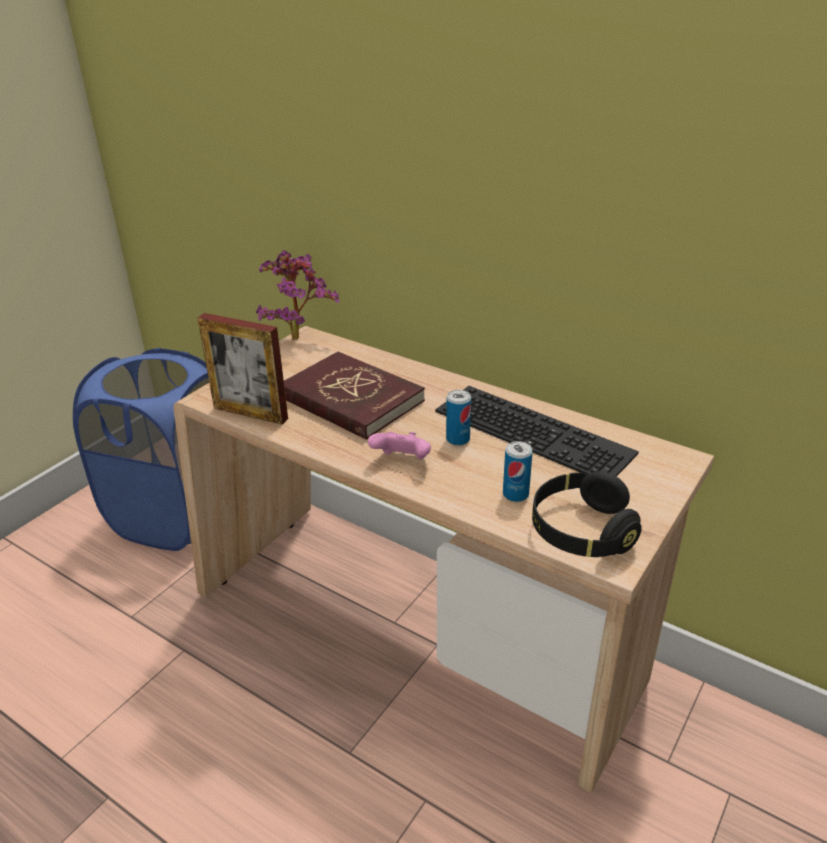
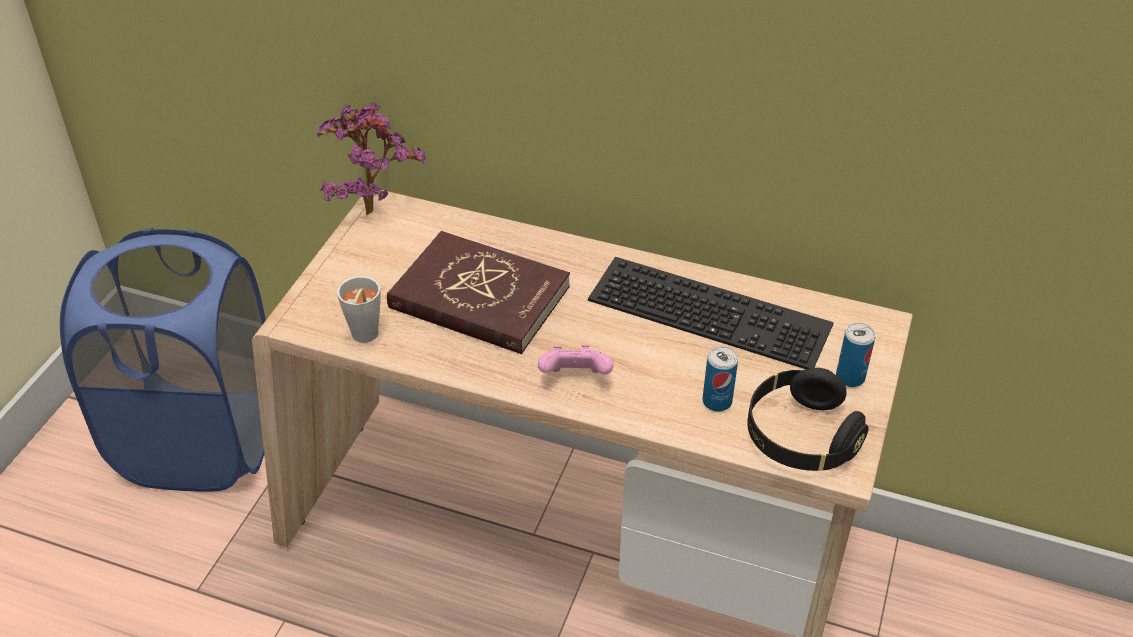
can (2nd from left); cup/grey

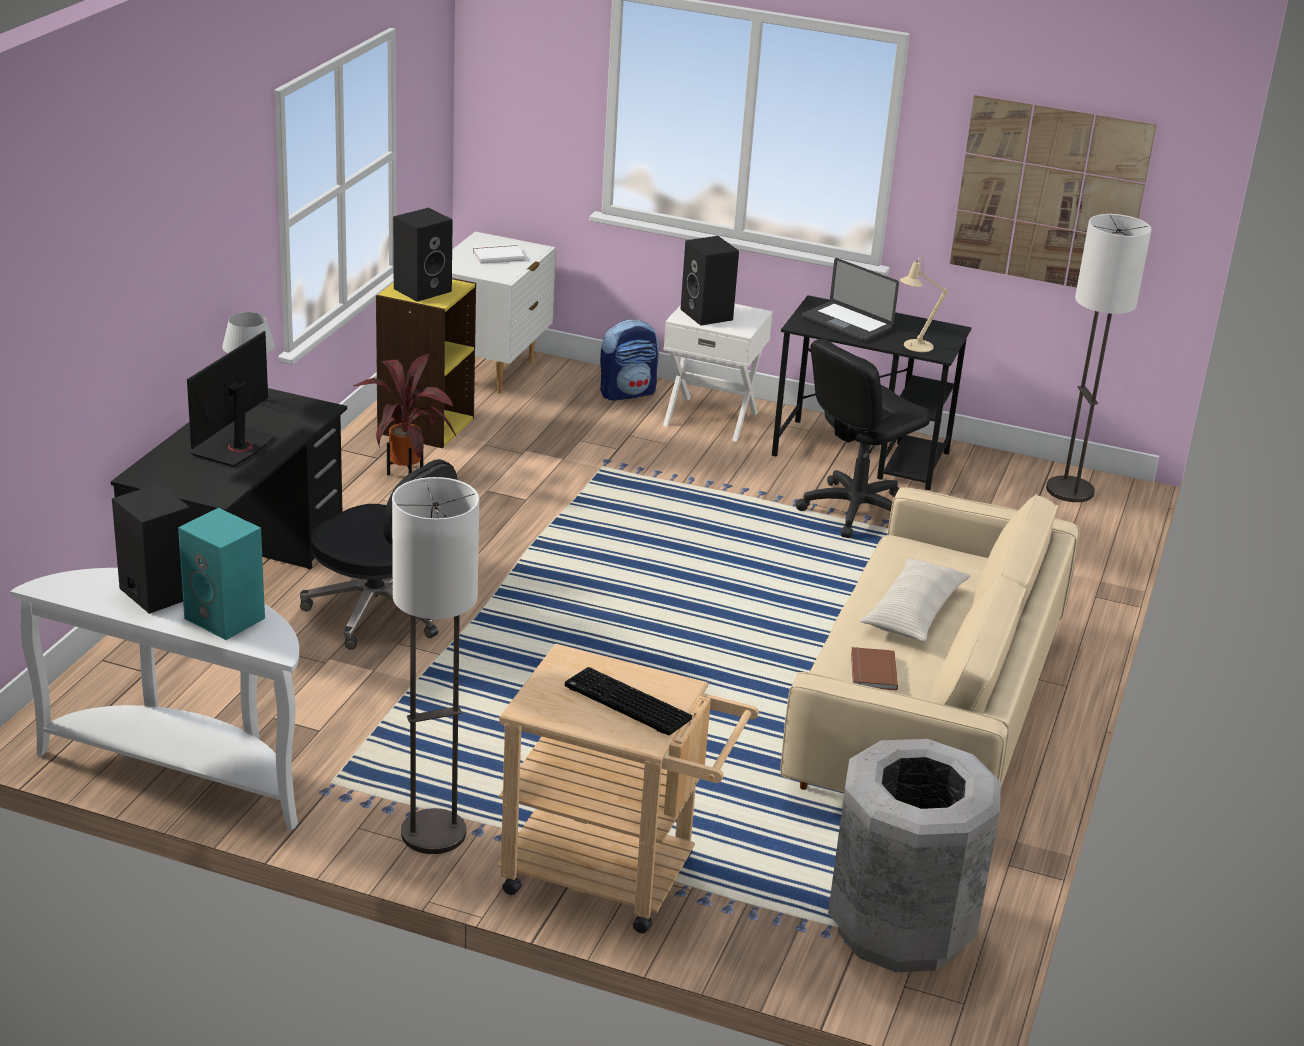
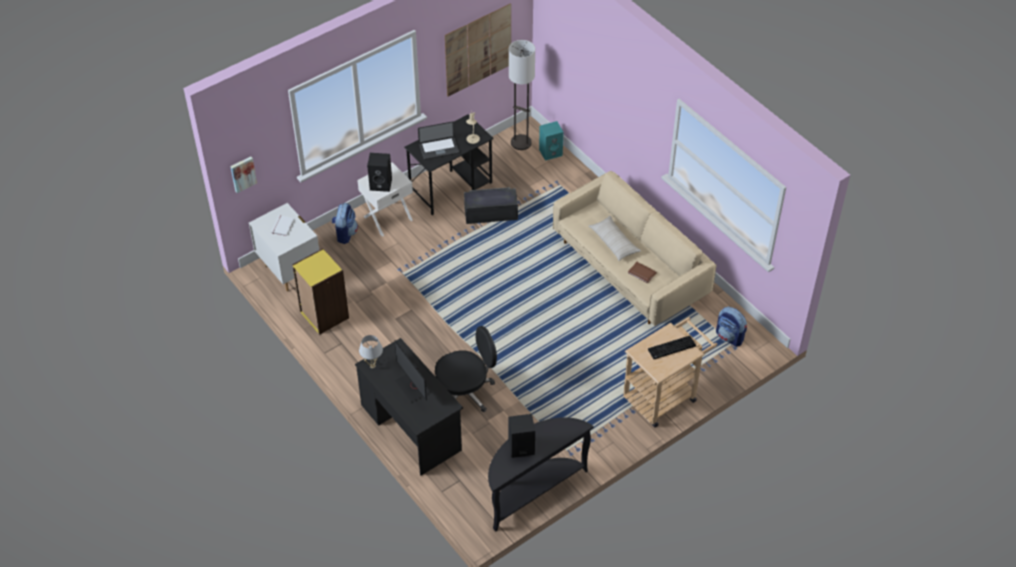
potted plant; floor lamp (1st from left in the first image); speaker/black (2nd from left in the first image); picture (1st from left); speaker/turquoise; storage box/black; backpack (2nd from left); console table/black

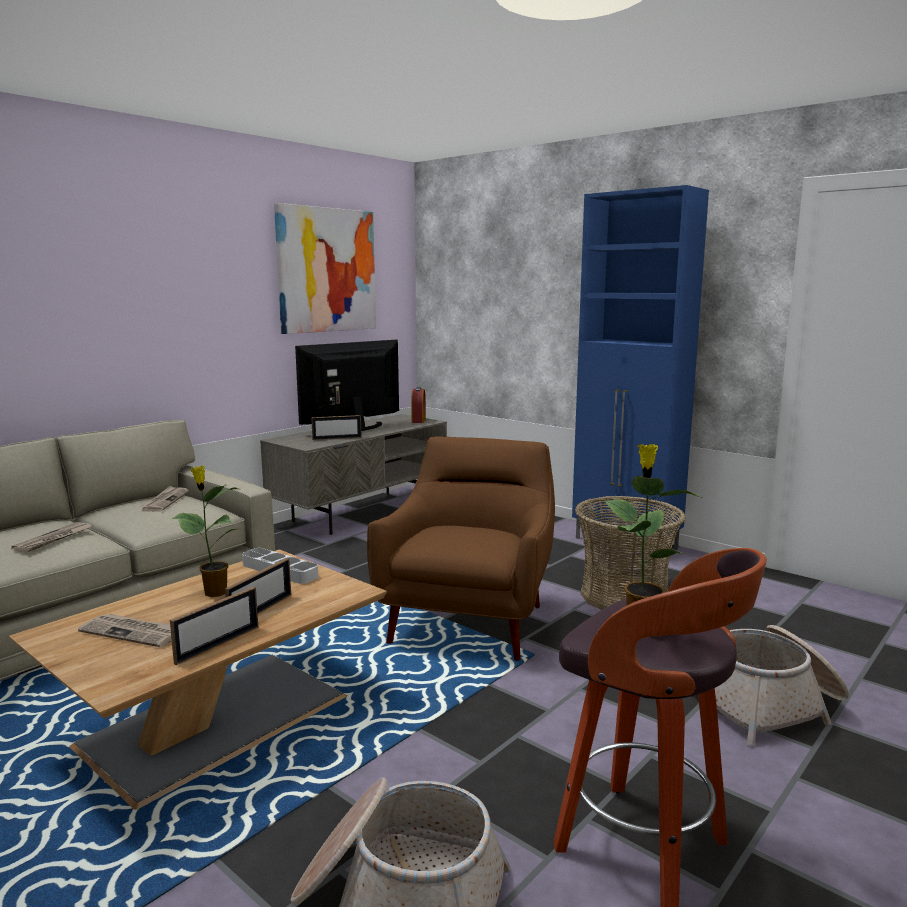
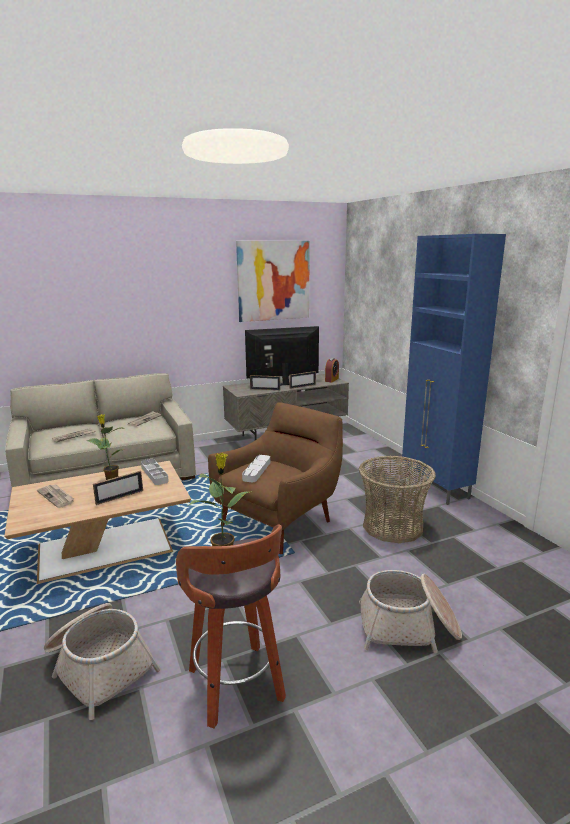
tray/grey (2nd from left); picture frame (3rd from left)

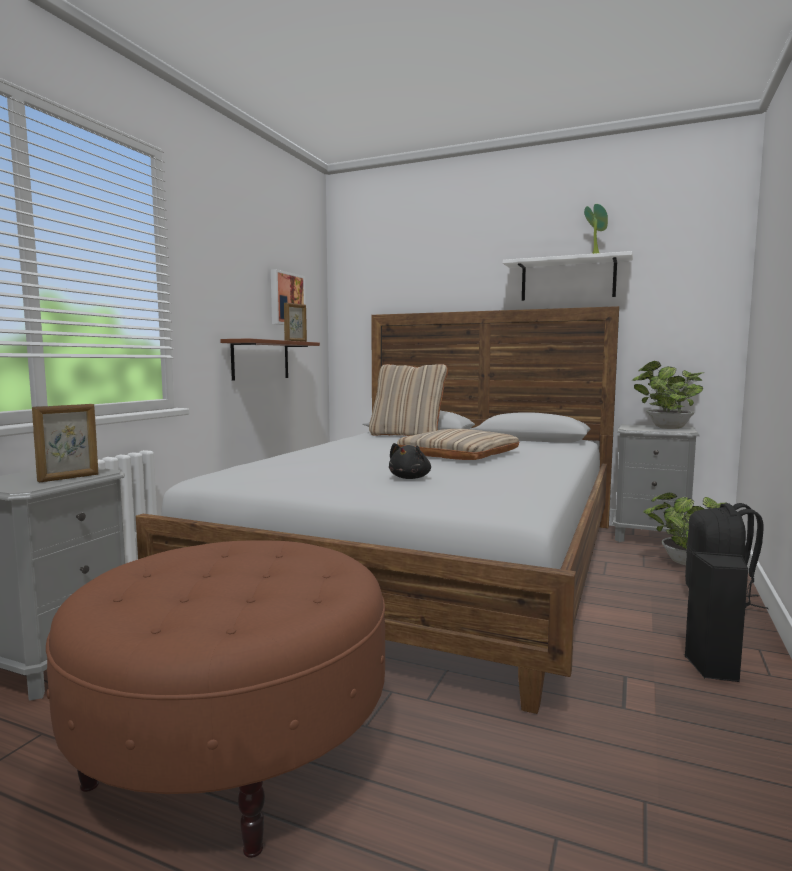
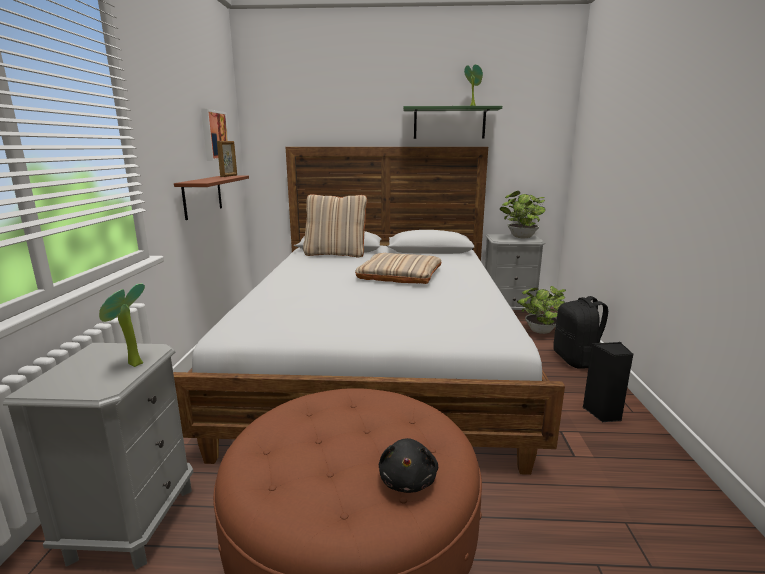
plush toy/black; potted plant (1st from left); shelf/green

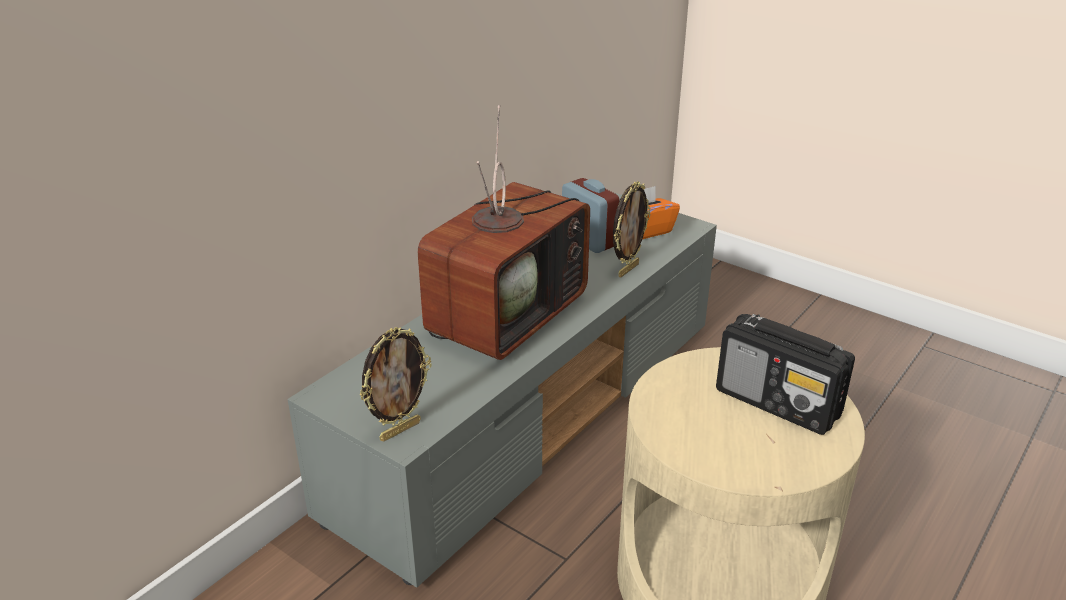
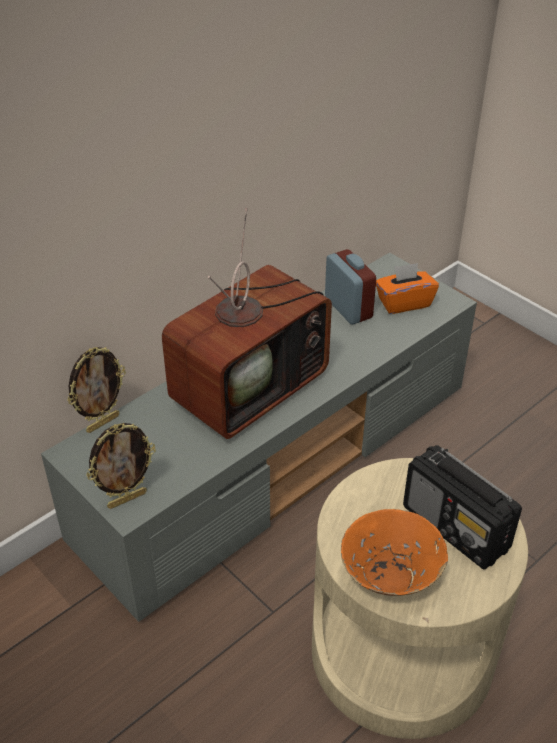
bowl/orange; picture frame (1st from left)

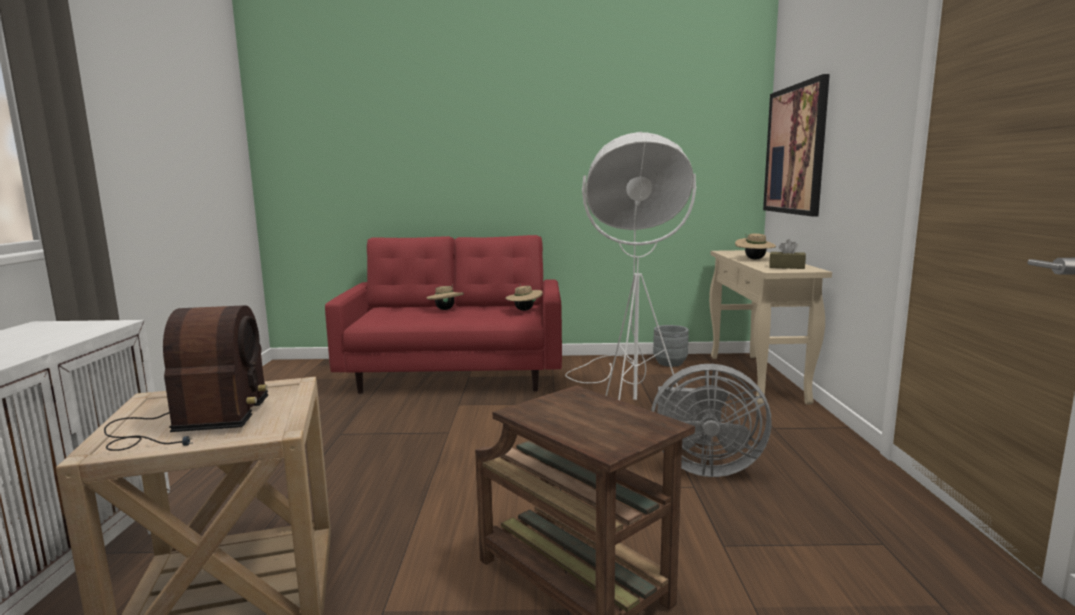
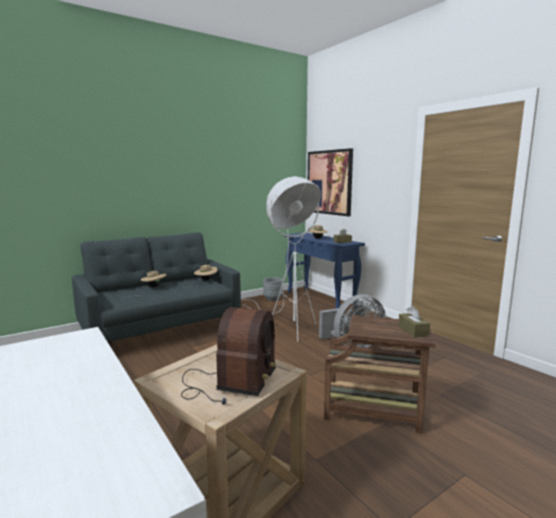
tissue box/brown (2nd from left); sofa/grey; console table/blue; radio

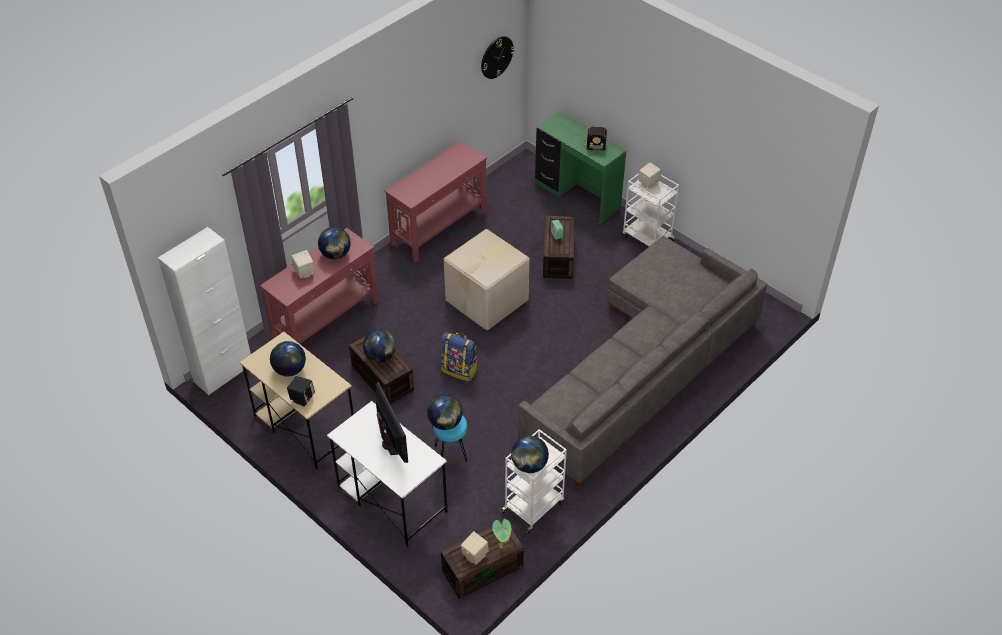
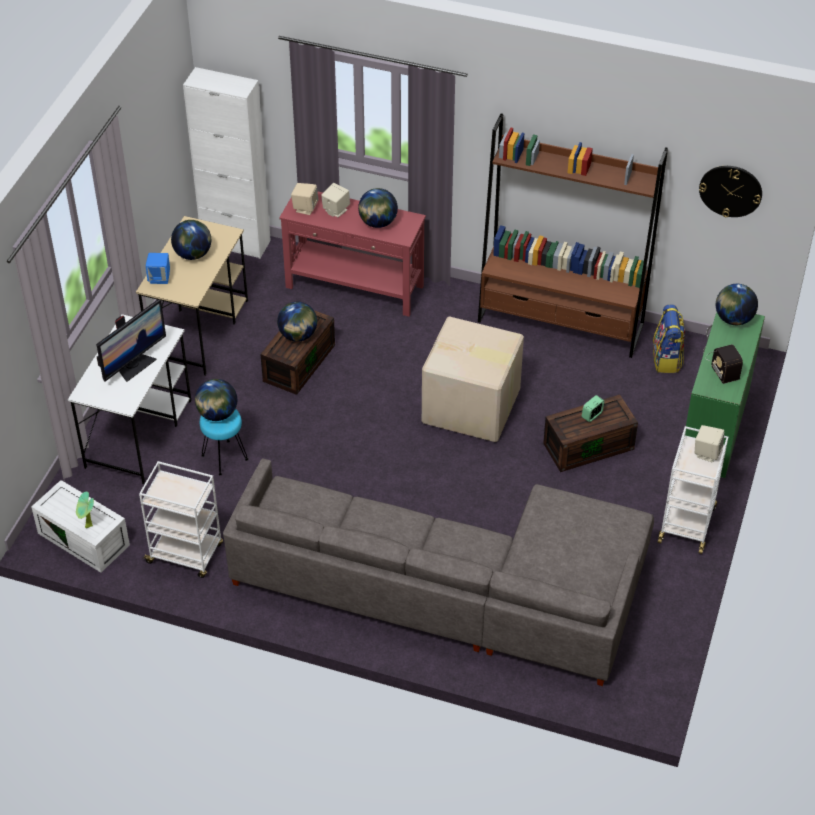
backpack; speaker/beige (1st from left); globe (5th from left); bookcase/brown; speaker/blue; storage box/white

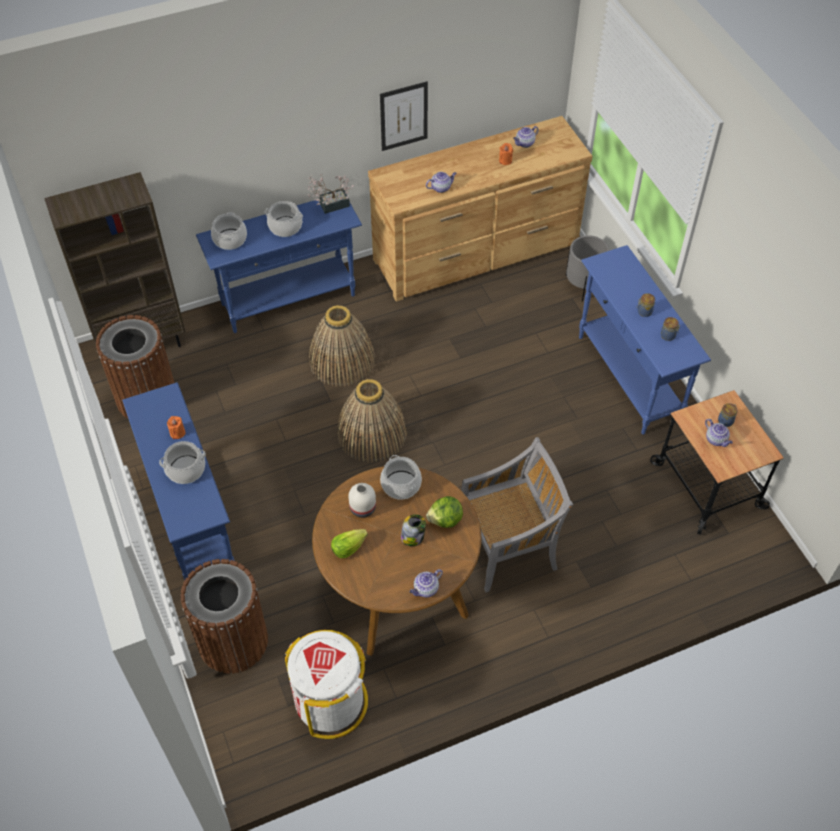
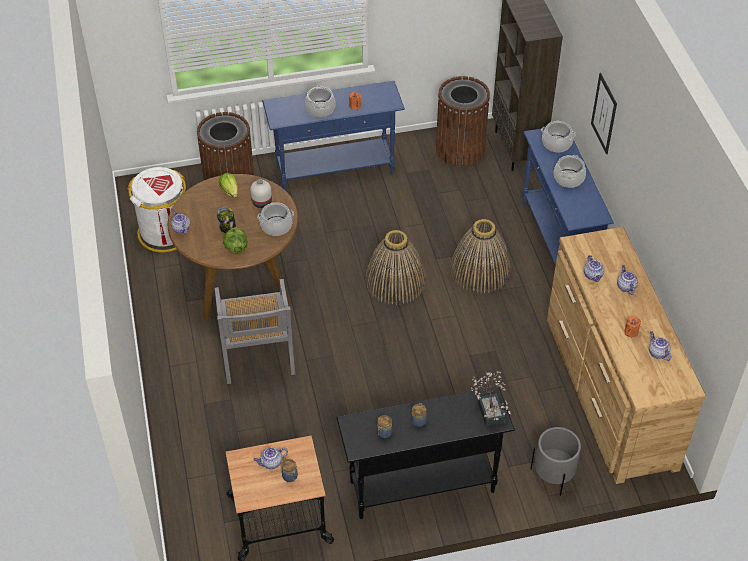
teapot (4th from left); potted plant; picture; console table/black

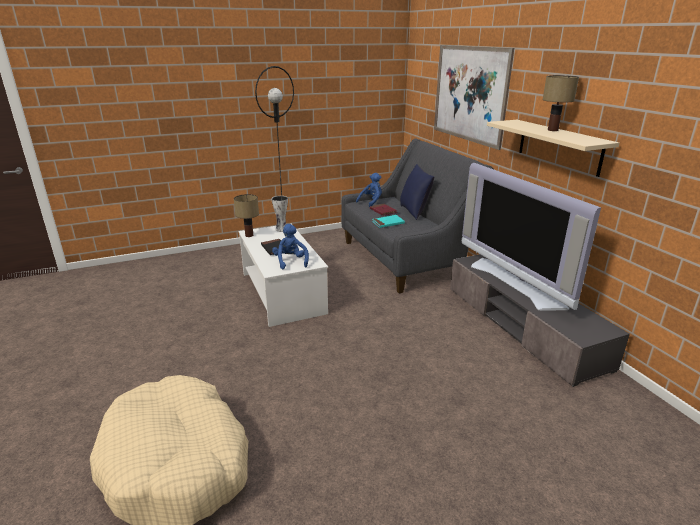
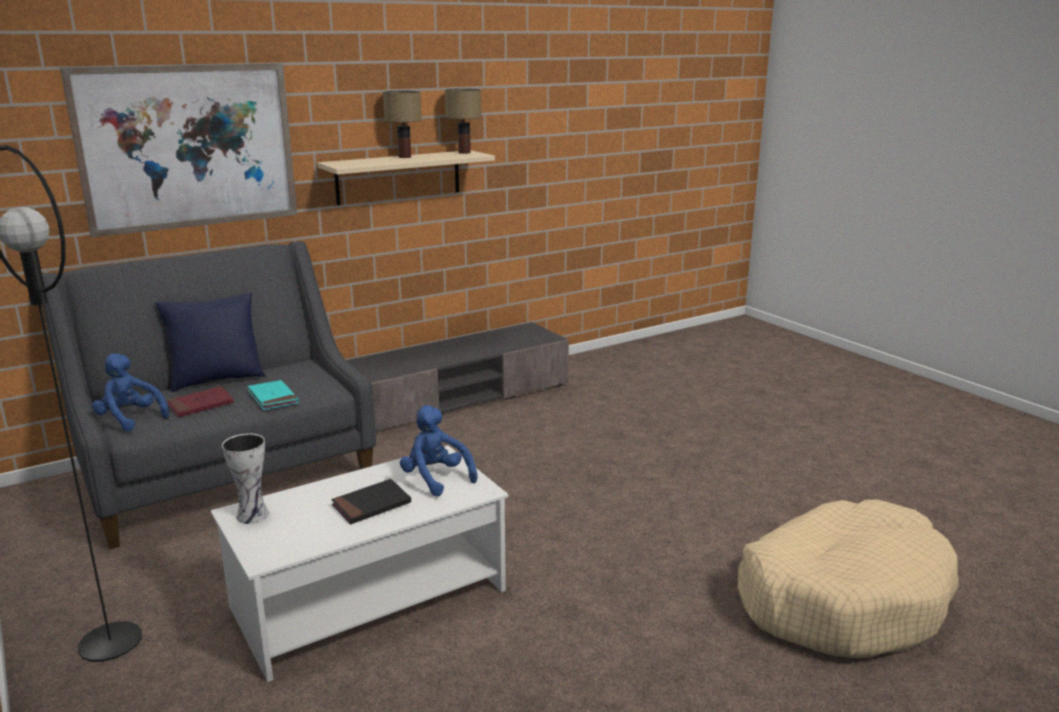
television; table lamp (2nd from left); plush toy/blue (2nd from left)

